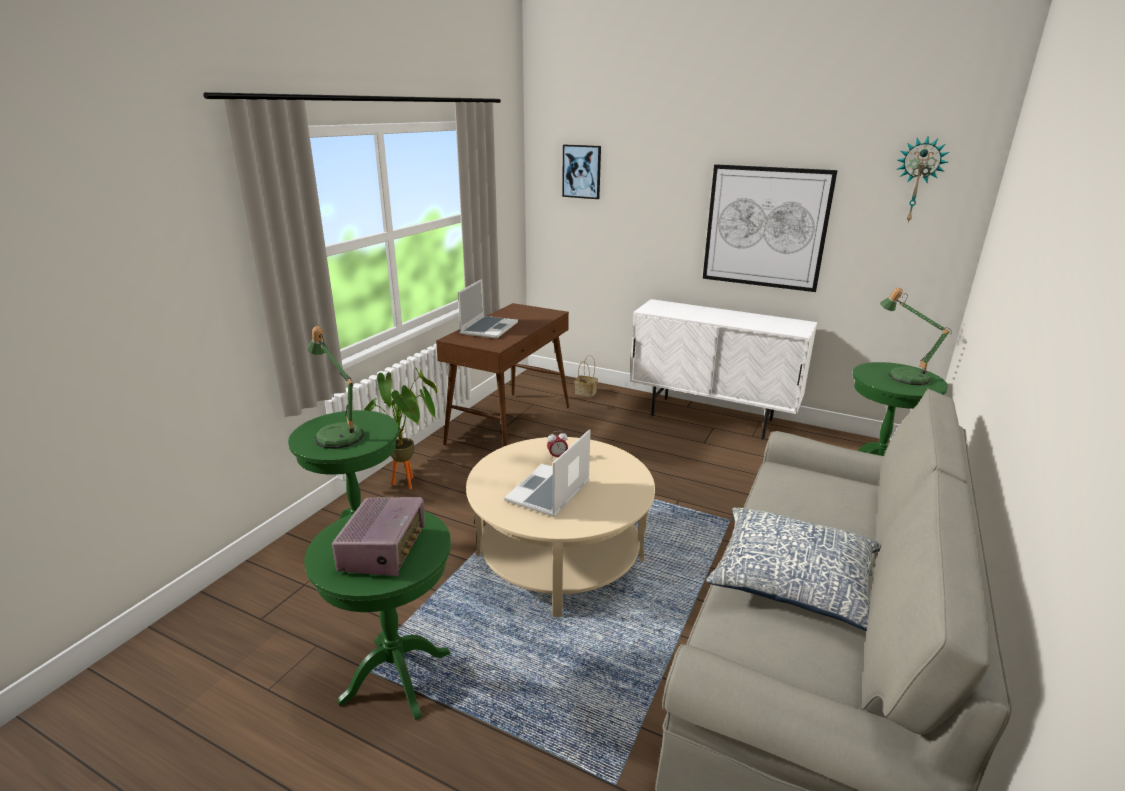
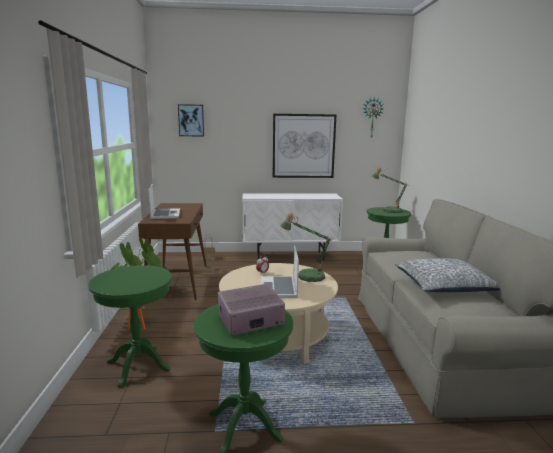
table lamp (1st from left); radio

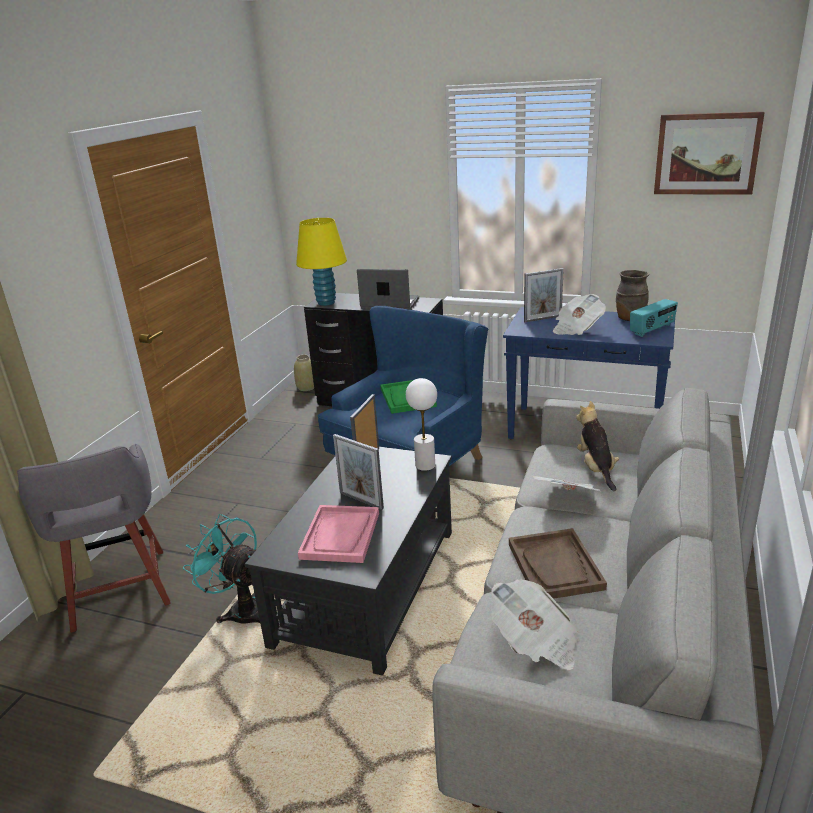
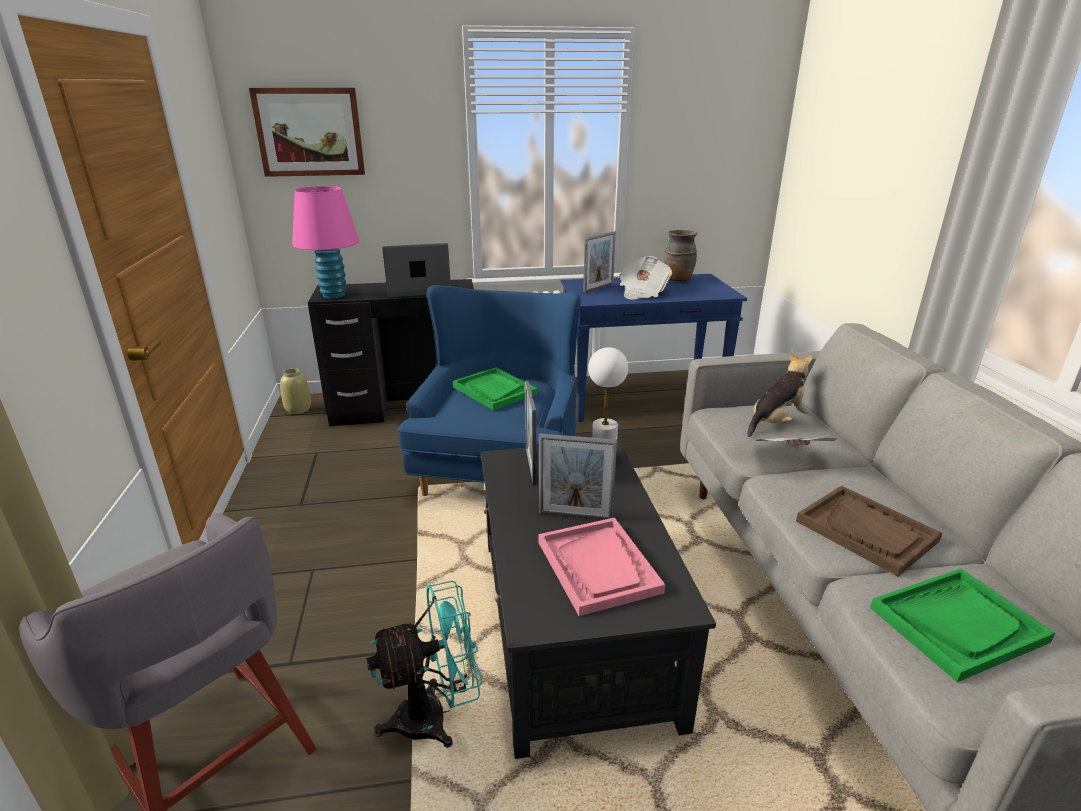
radio; picture; tray/green (2nd from left); table lamp/pink; fan/turquoise; plush toy

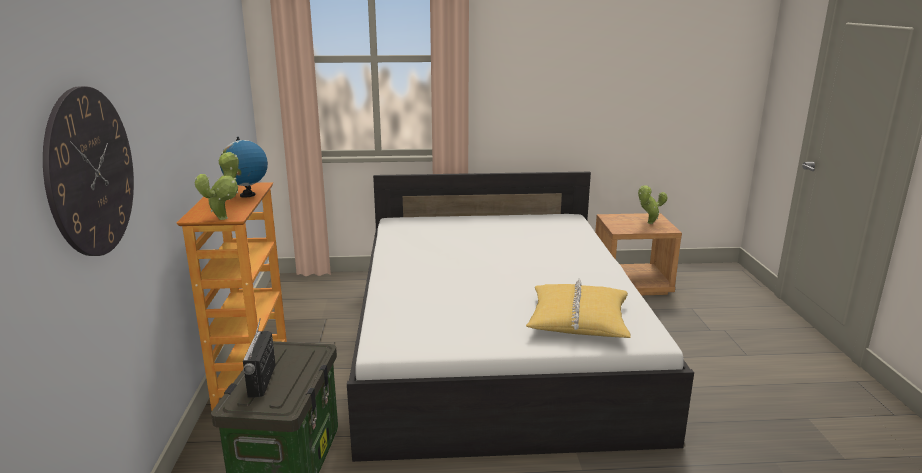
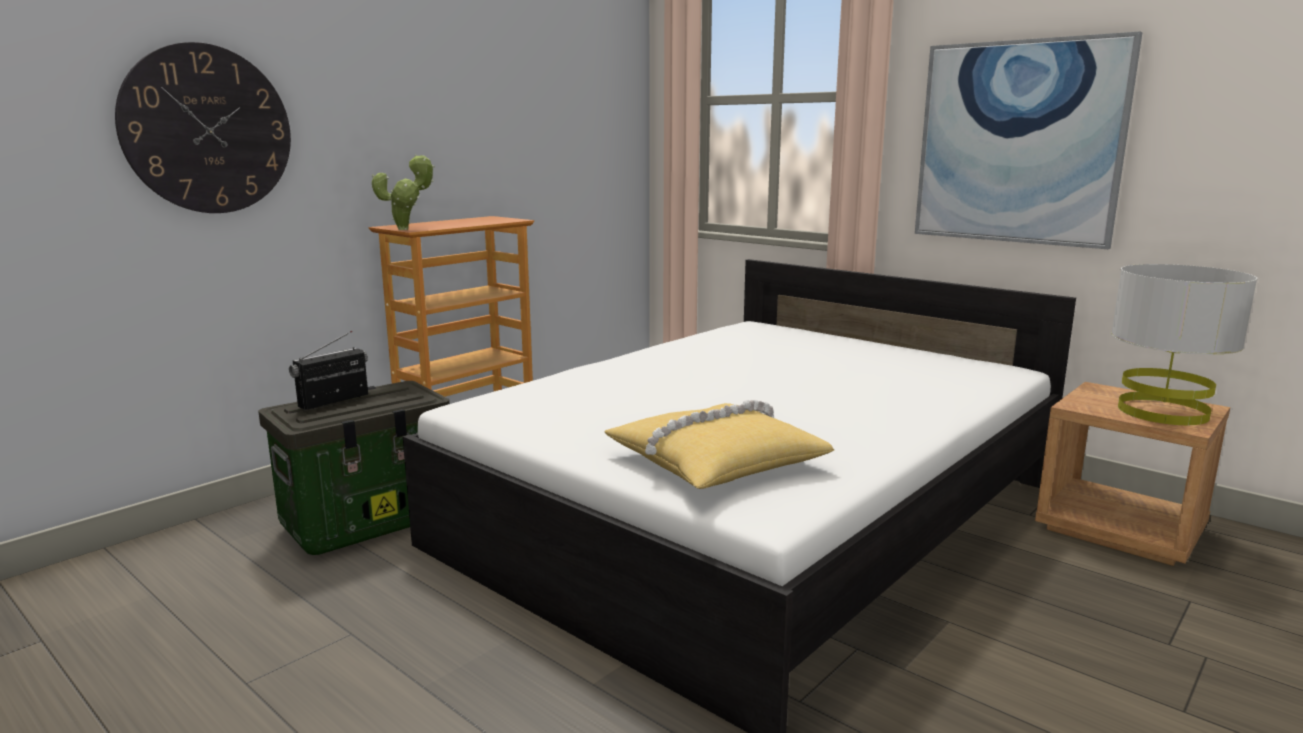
globe; picture; table lamp/grey

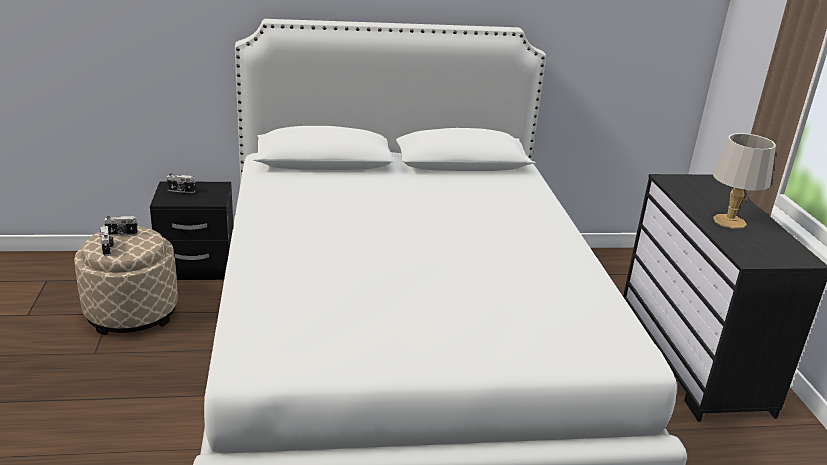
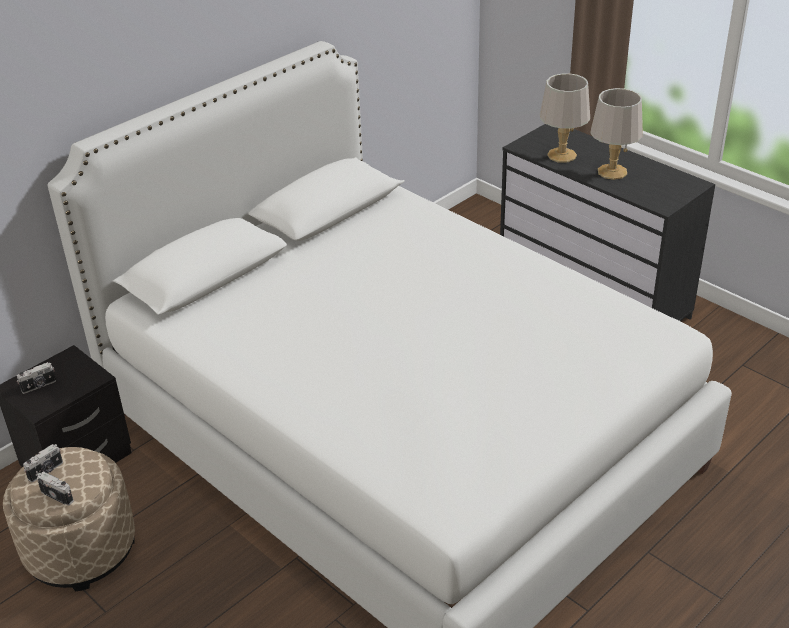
table lamp/grey (1st from left)

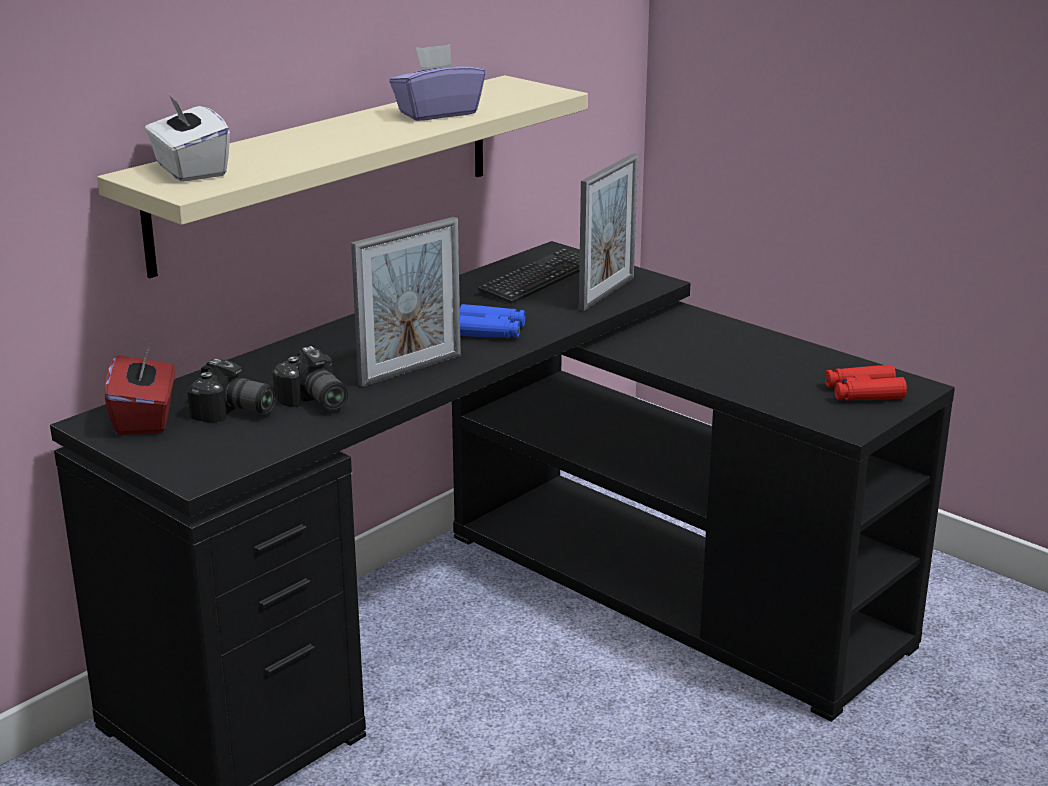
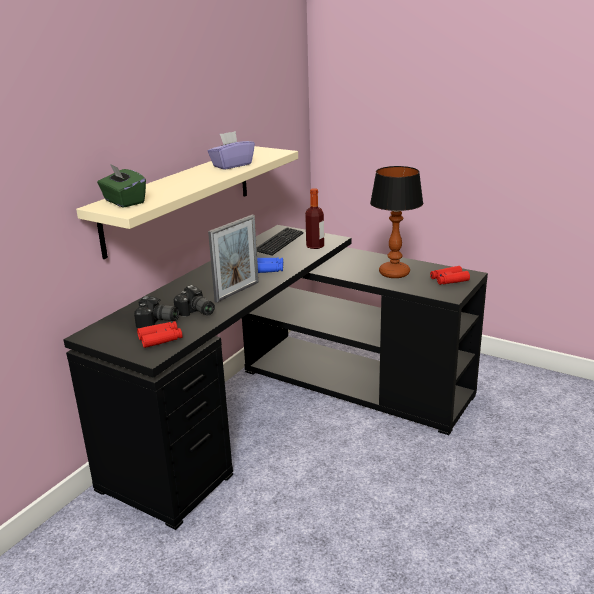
tissue box/red; binoculars/red (1st from left); table lamp; bottle; tissue box/green

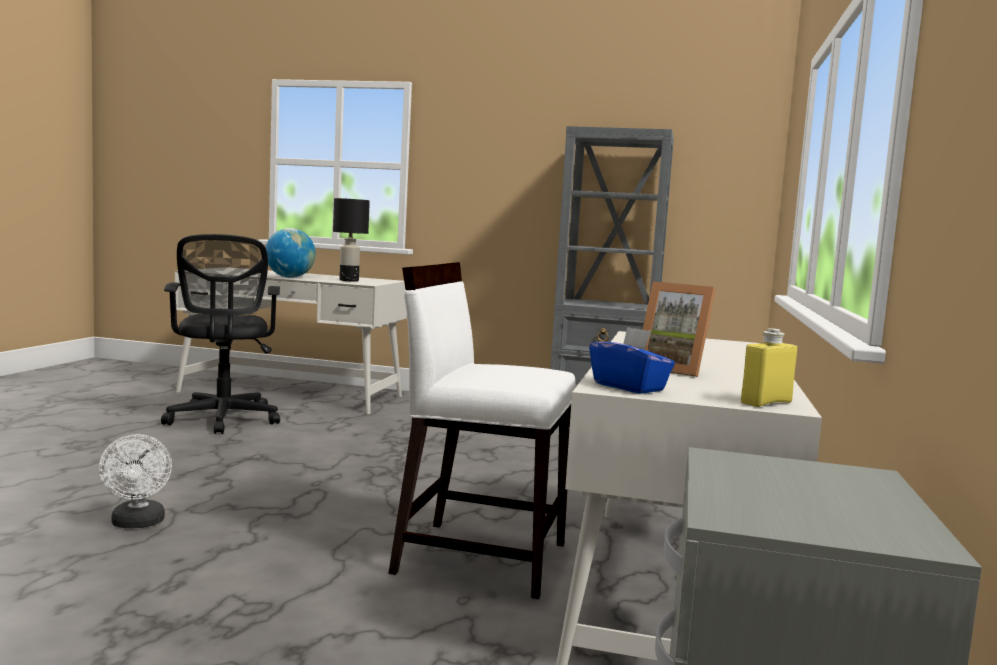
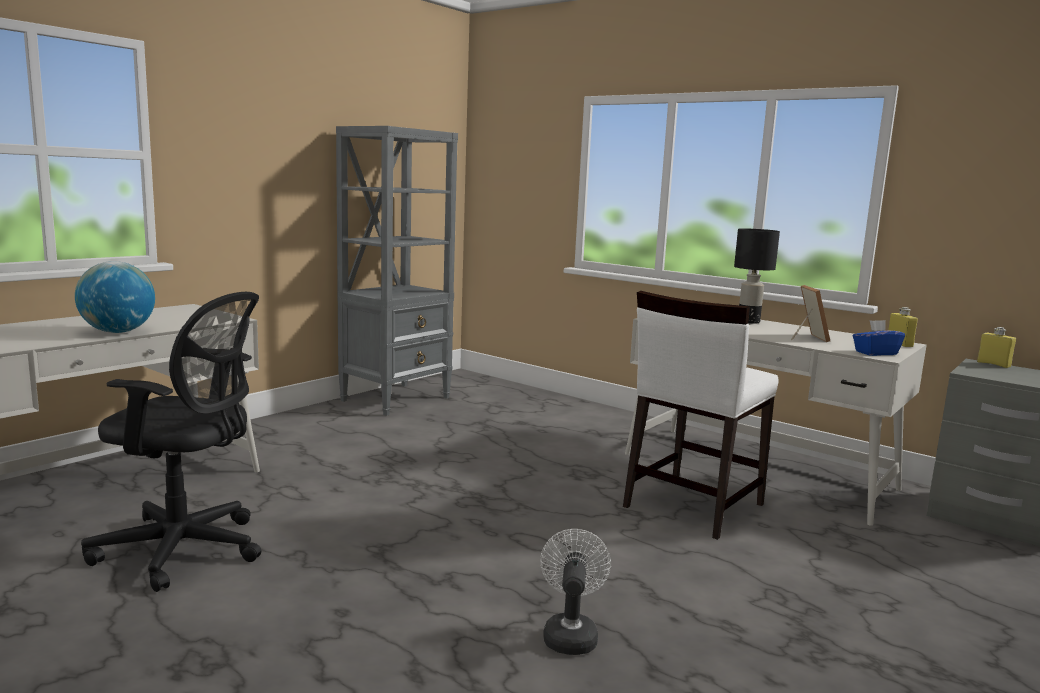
bottle/yellow (2nd from left); table lamp/black; fan/white; picture frame

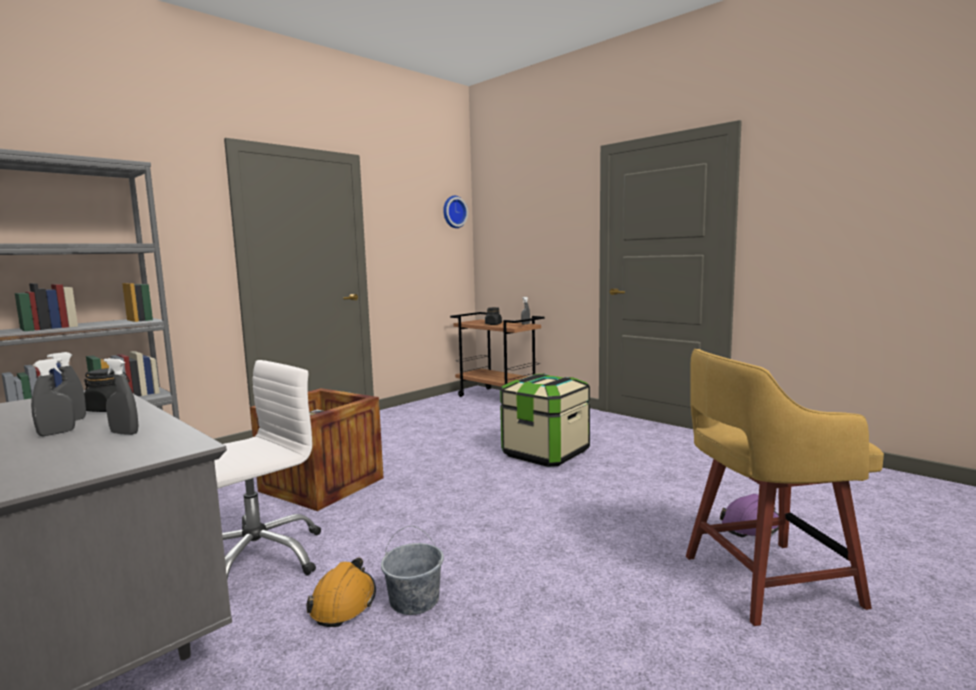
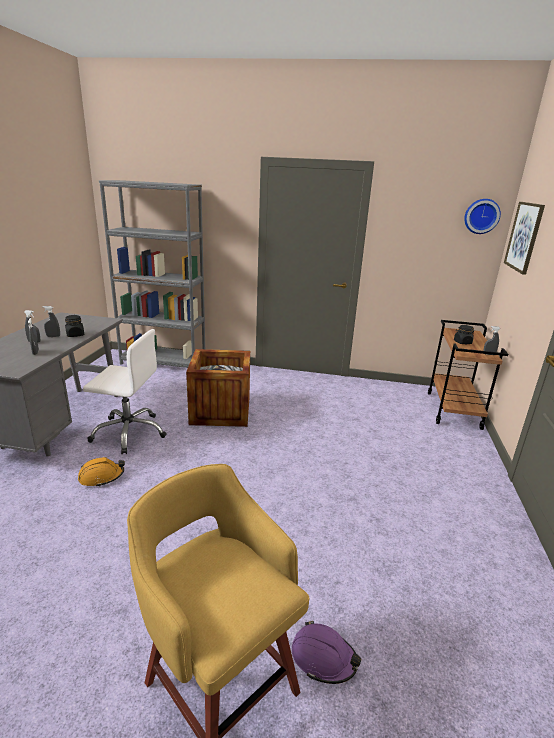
bucket/grey; storage box; picture

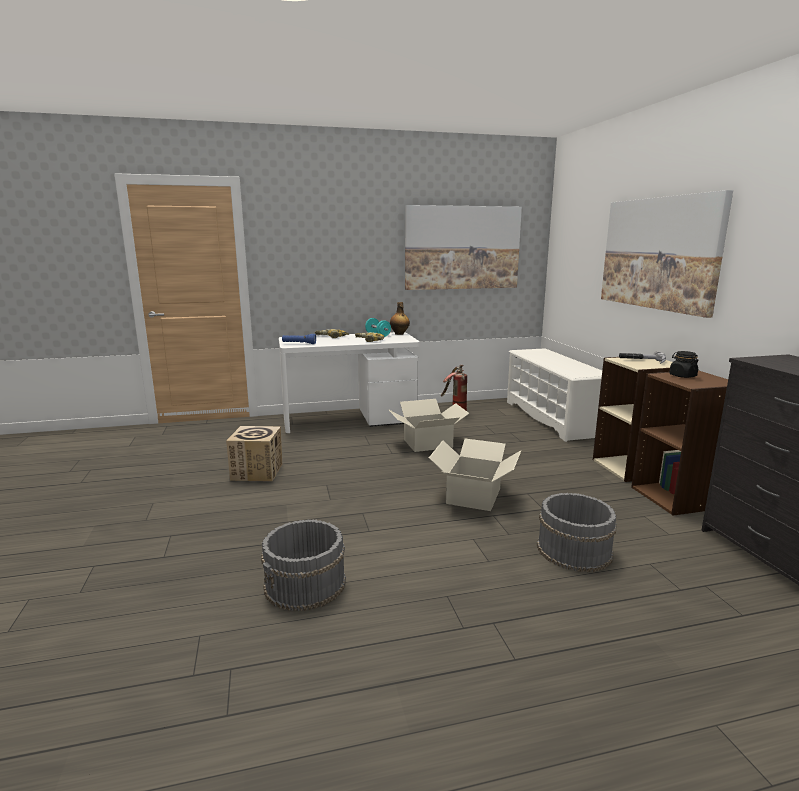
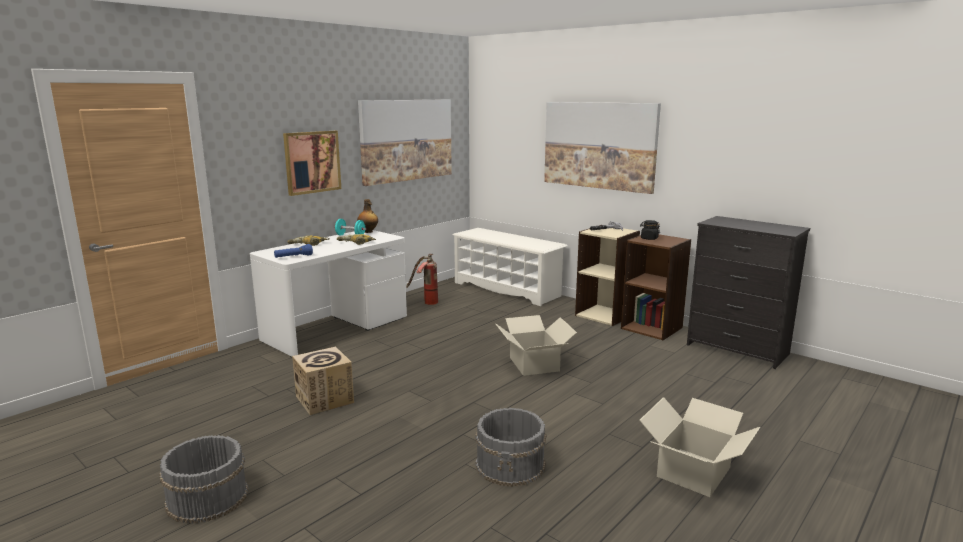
picture (1st from left); cardboard box (3rd from left); bucket/grey (1st from left)

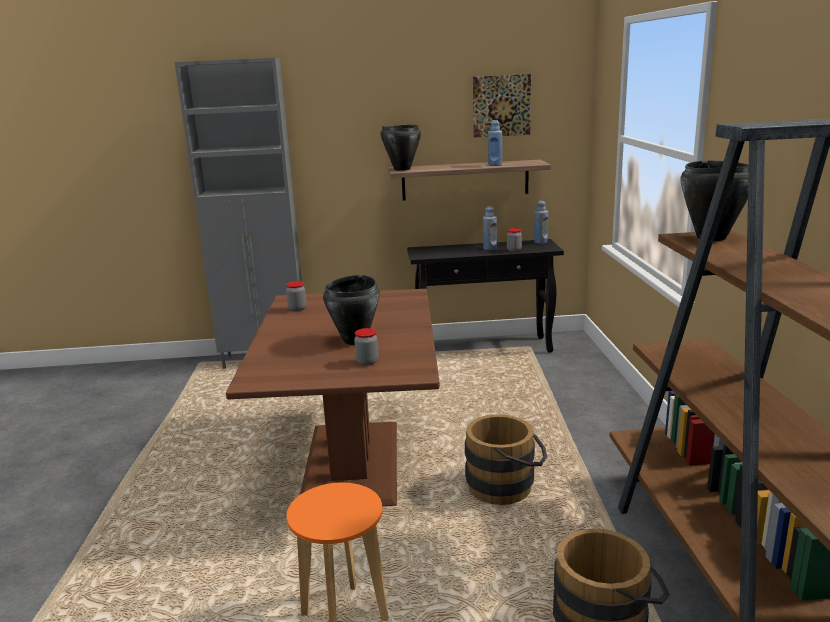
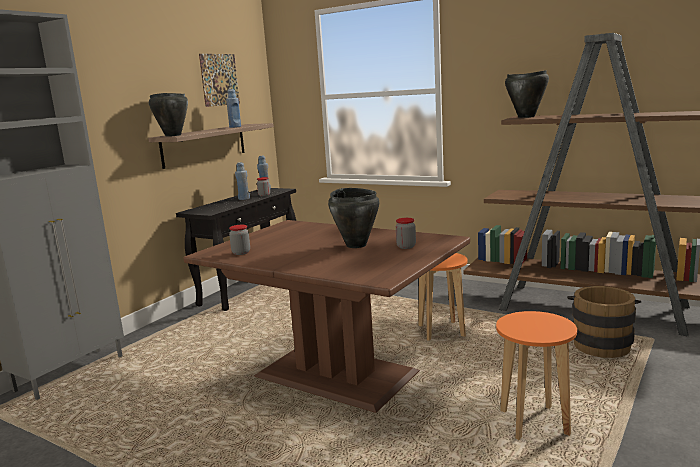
stool/orange (1st from left)

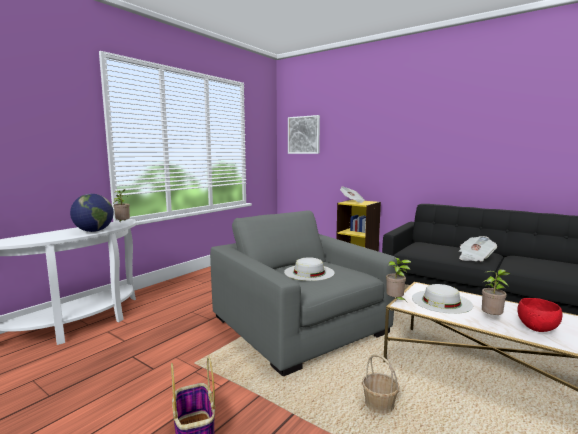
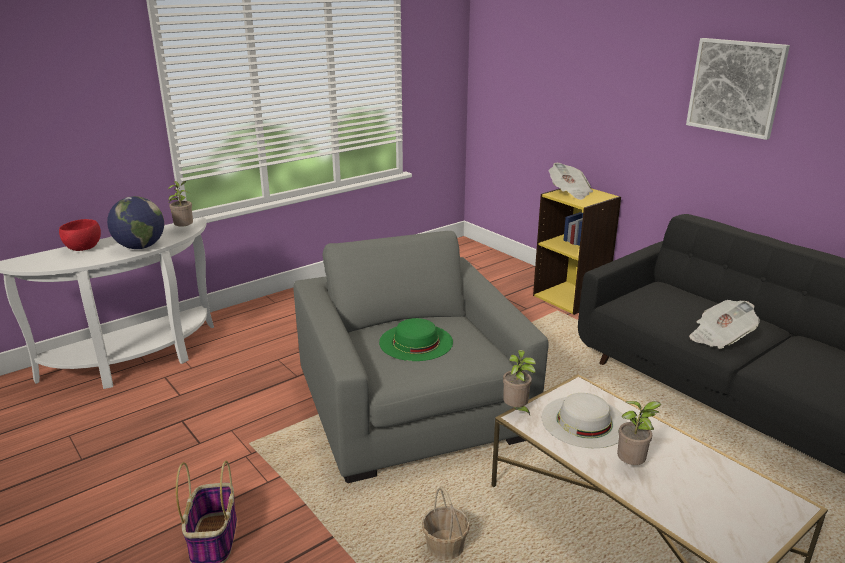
picture; bowl/red; hat/green

